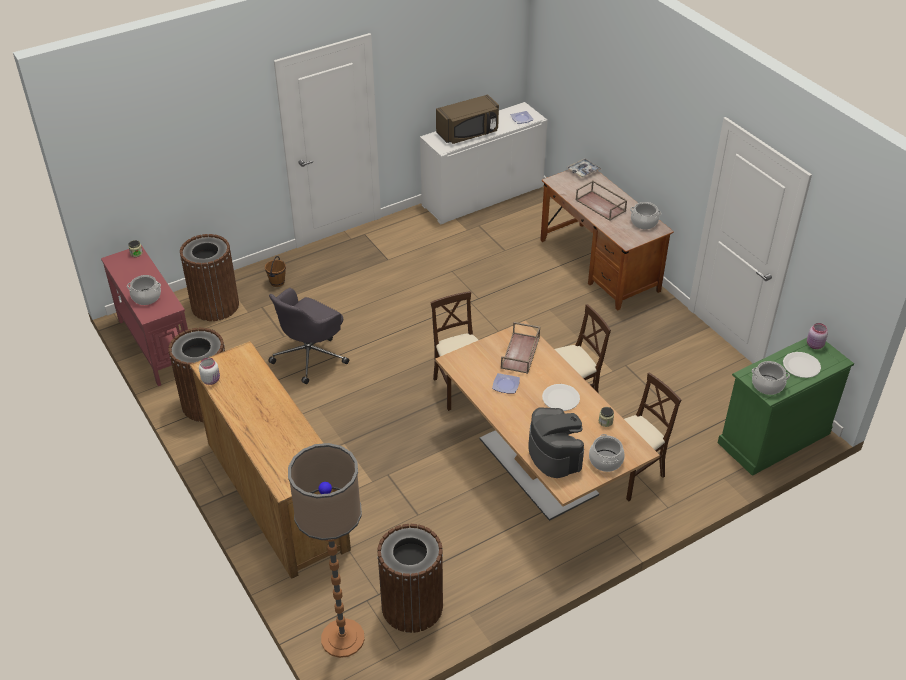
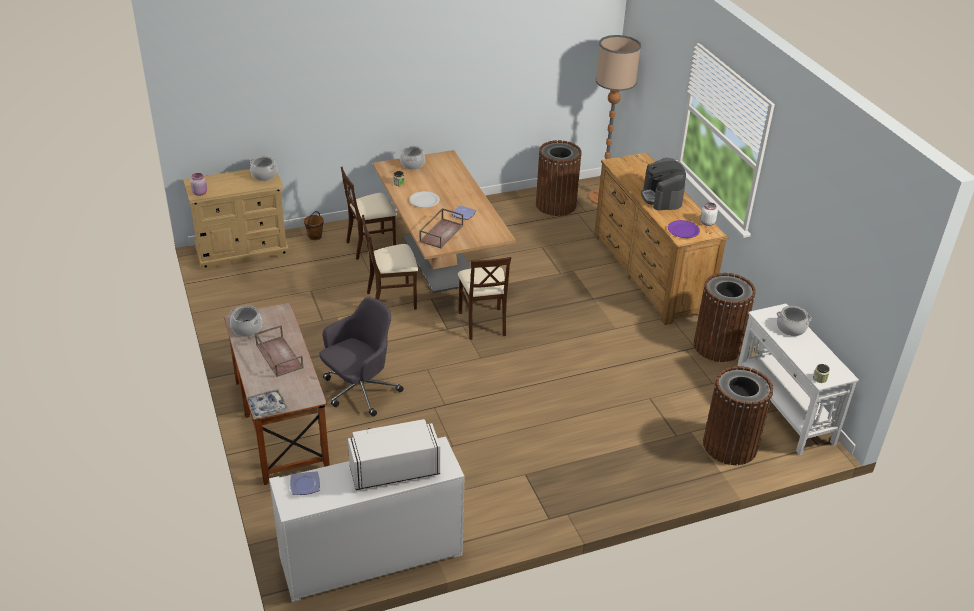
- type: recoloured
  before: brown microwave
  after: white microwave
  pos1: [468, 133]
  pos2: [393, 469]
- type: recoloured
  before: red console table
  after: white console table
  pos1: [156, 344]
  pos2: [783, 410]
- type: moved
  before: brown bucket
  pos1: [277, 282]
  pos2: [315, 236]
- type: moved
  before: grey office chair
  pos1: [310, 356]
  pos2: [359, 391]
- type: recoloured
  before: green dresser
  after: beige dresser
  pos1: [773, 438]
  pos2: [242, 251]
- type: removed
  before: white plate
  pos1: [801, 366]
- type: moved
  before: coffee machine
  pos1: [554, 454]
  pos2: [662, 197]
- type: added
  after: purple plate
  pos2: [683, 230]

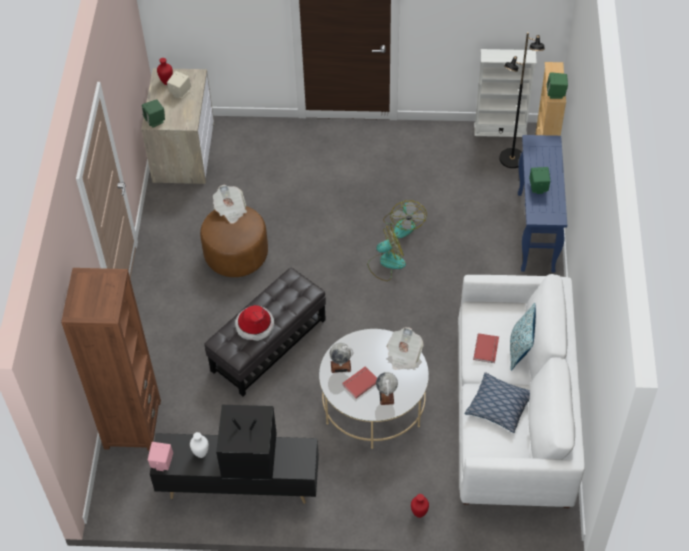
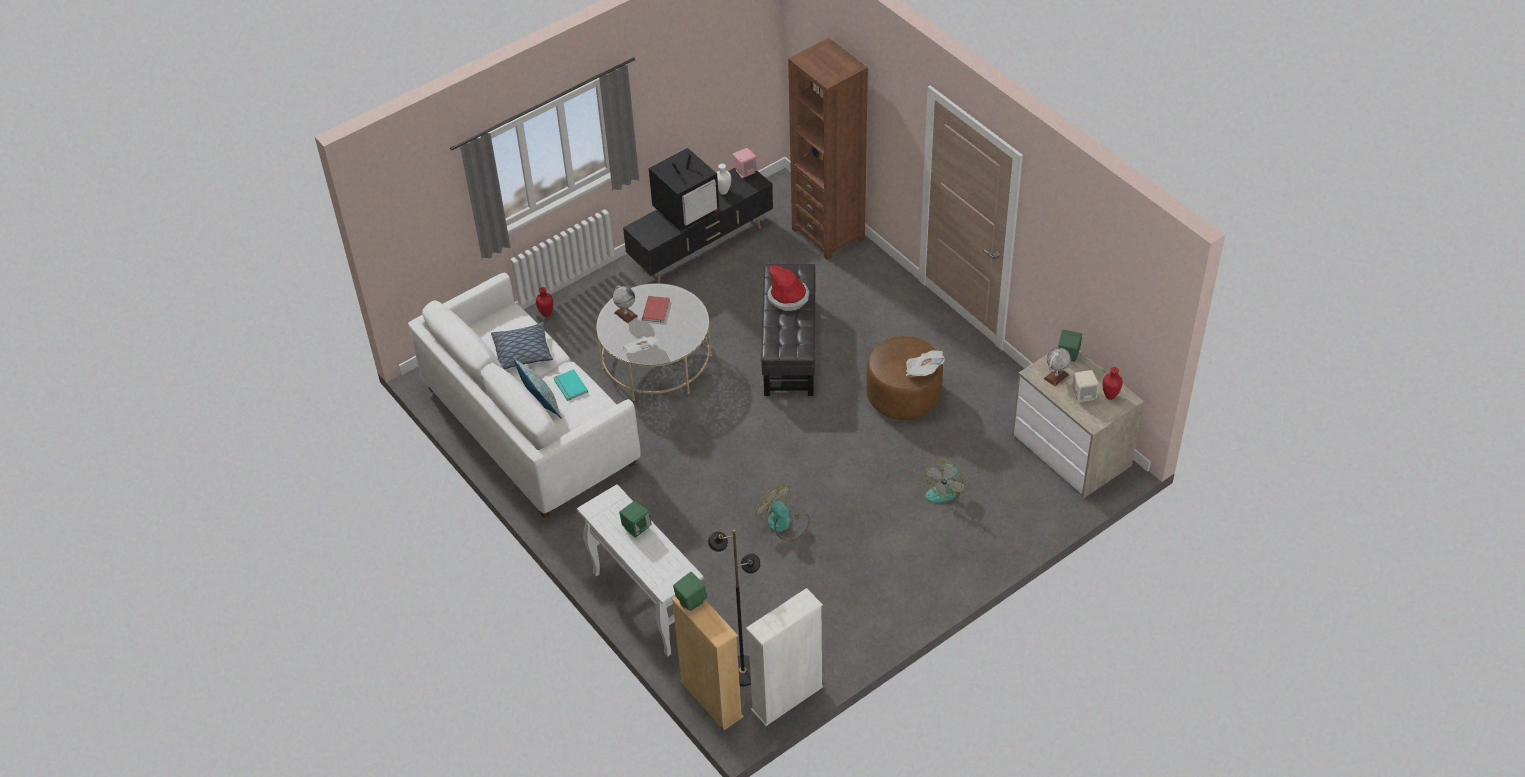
- type: recoloured
  before: blue console table
  after: white console table
  pos1: [536, 232]
  pos2: [645, 603]
- type: moved
  before: fan
  pos1: [386, 263]
  pos2: [944, 488]
- type: recoloured
  before: red book
  after: turquoise book
  pos1: [487, 349]
  pos2: [569, 386]
- type: moved
  before: globe
  pos1: [341, 366]
  pos2: [1056, 376]

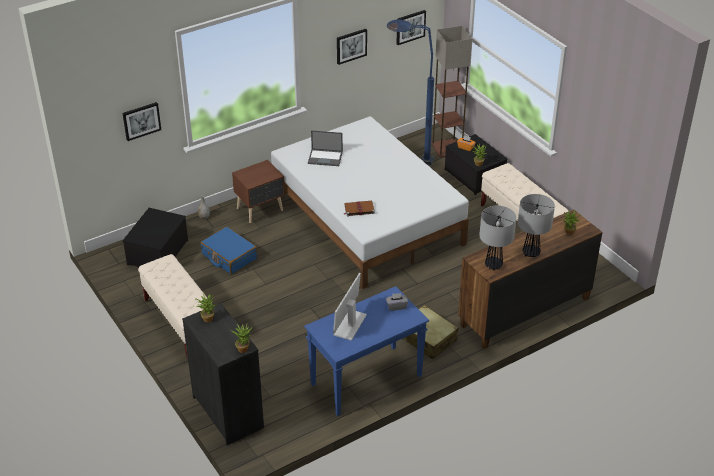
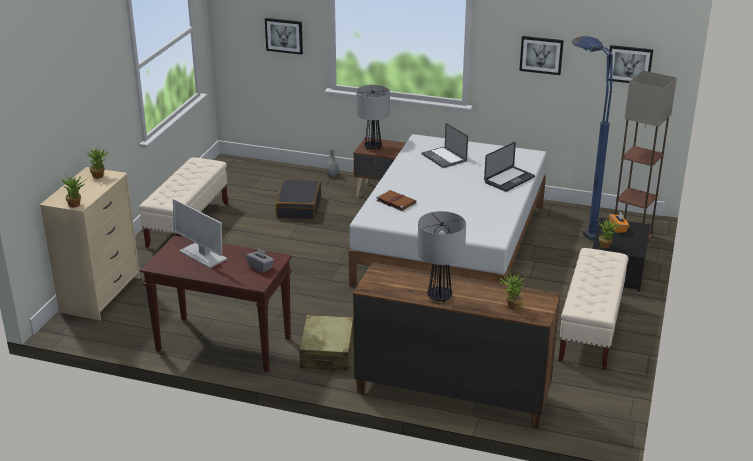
- type: moved
  before: table lamp
  pos1: [493, 265]
  pos2: [373, 147]
- type: removed
  before: storage box
  pos1: [157, 252]
- type: recoloured
  before: blue suitcase
  after: black suitcase
  pos1: [229, 256]
  pos2: [298, 207]
- type: turned
  before: monitor
  pos1: [350, 324]
  pos2: [202, 255]
  turn: -120
- type: recoloured
  before: blue console table
  after: brown console table
  pos1: [366, 381]
  pos2: [222, 345]
- type: recoloured
  before: black dresser
  after: beige dresser
  pos1: [228, 412]
  pos2: [101, 295]
- type: added
  after: laptop
  pos2: [509, 180]

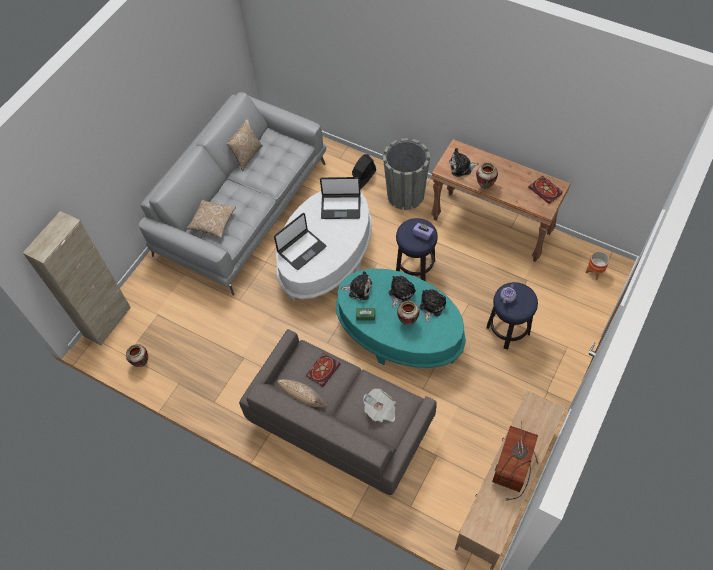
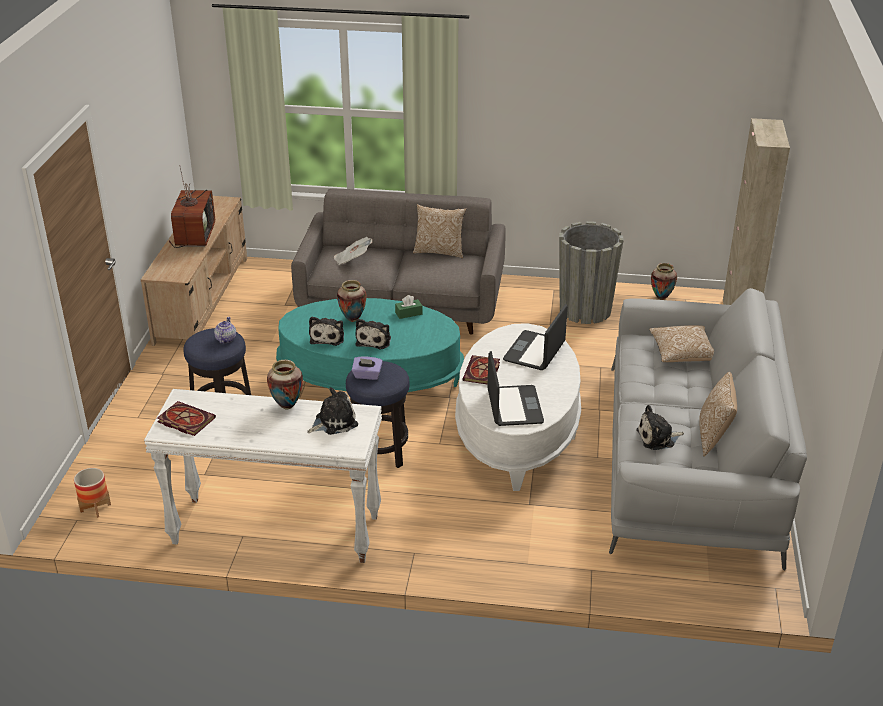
- type: moved
  before: grey planter
  pos1: [405, 195]
  pos2: [585, 310]
- type: recoloured
  before: brown console table
  after: white console table
  pos1: [492, 226]
  pos2: [275, 531]
- type: removed
  before: black fan
  pos1: [364, 178]
- type: turned
  before: laptop
  pos1: [341, 206]
  pos2: [514, 406]
  turn: 105
- type: moved
  before: plush toy
  pos1: [358, 289]
  pos2: [658, 438]
- type: moved
  before: book
  pos1: [323, 369]
  pos2: [482, 372]

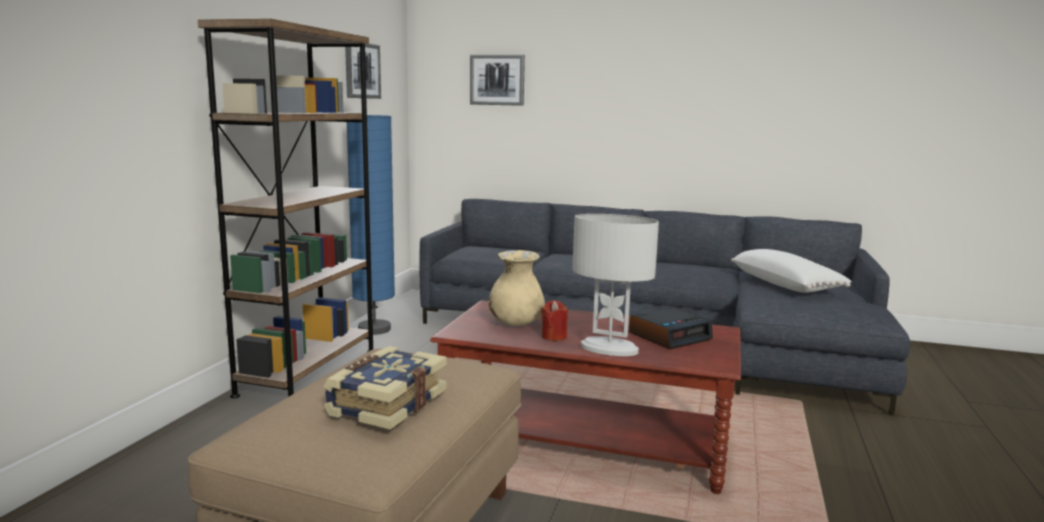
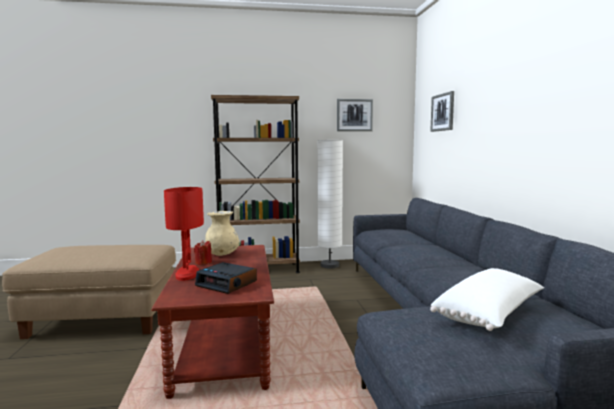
- type: recoloured
  before: blue floor lamp
  after: white floor lamp
  pos1: [374, 329]
  pos2: [329, 265]
- type: recoloured
  before: white table lamp
  after: red table lamp
  pos1: [609, 349]
  pos2: [188, 274]
- type: removed
  before: book
  pos1: [386, 403]

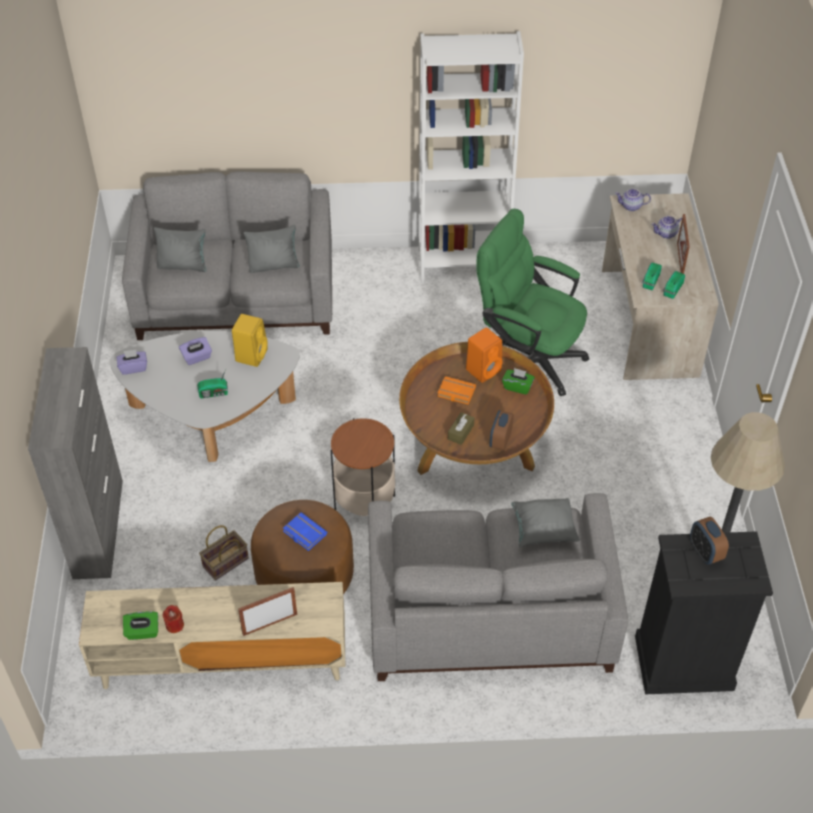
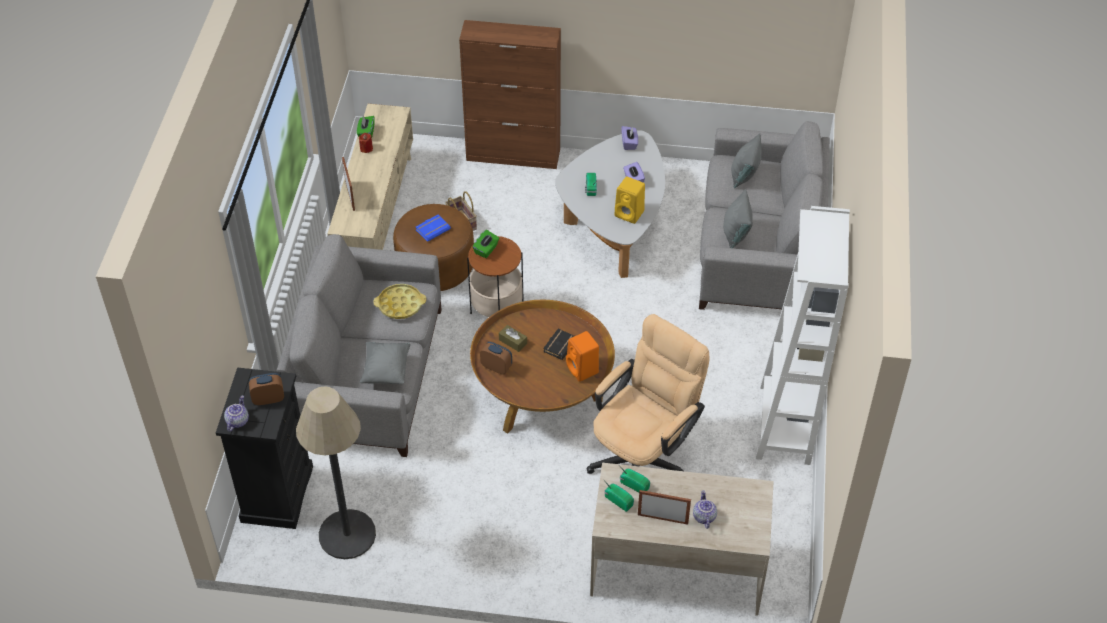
- type: moved
  before: teapot
  pos1: [631, 206]
  pos2: [237, 421]
- type: recoloured
  before: green office chair
  after: beige office chair
  pos1: [528, 357]
  pos2: [643, 454]
- type: recoloured
  before: grey cabinet
  after: brown cabinet
  pos1: [98, 528]
  pos2: [513, 155]
- type: moved
  before: green tissue box
  pos1: [517, 387]
  pos2: [486, 250]
- type: recoloured
  before: orange book
  after: black book
  pos1: [455, 393]
  pos2: [559, 345]
- type: added
  after: yellow tray
  pos2: [400, 304]

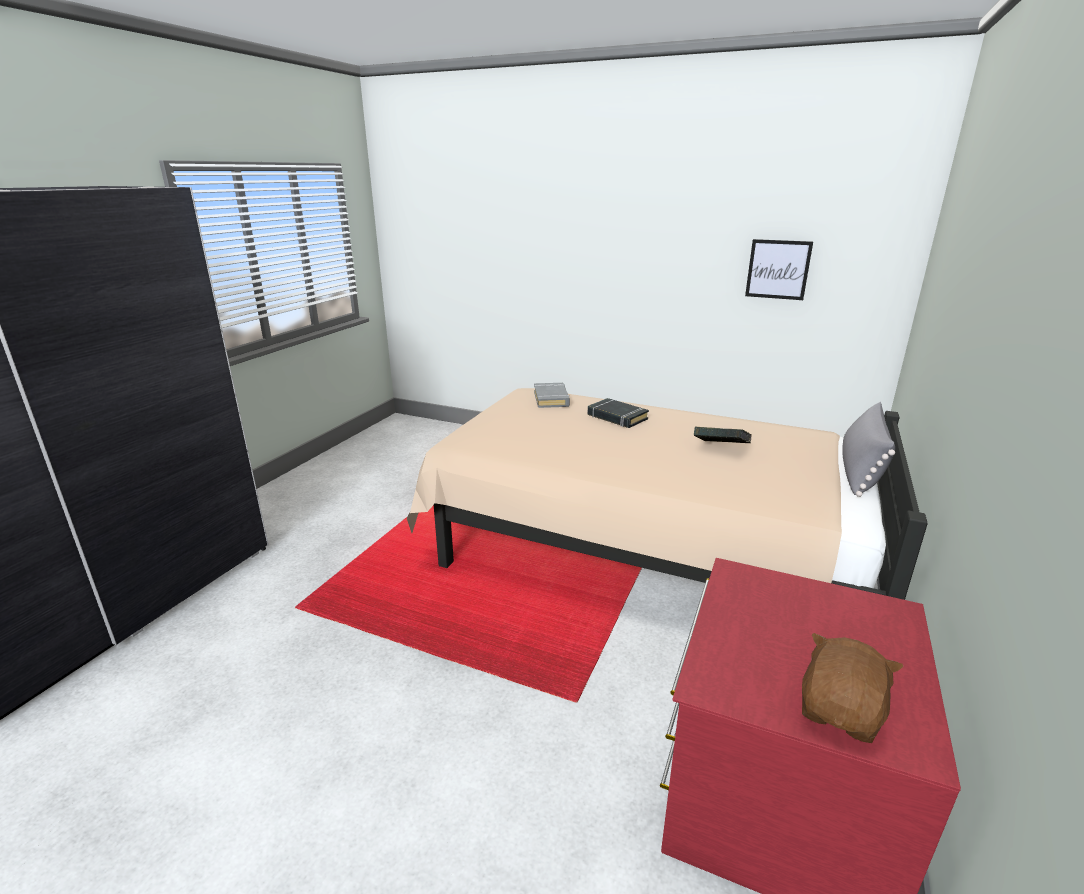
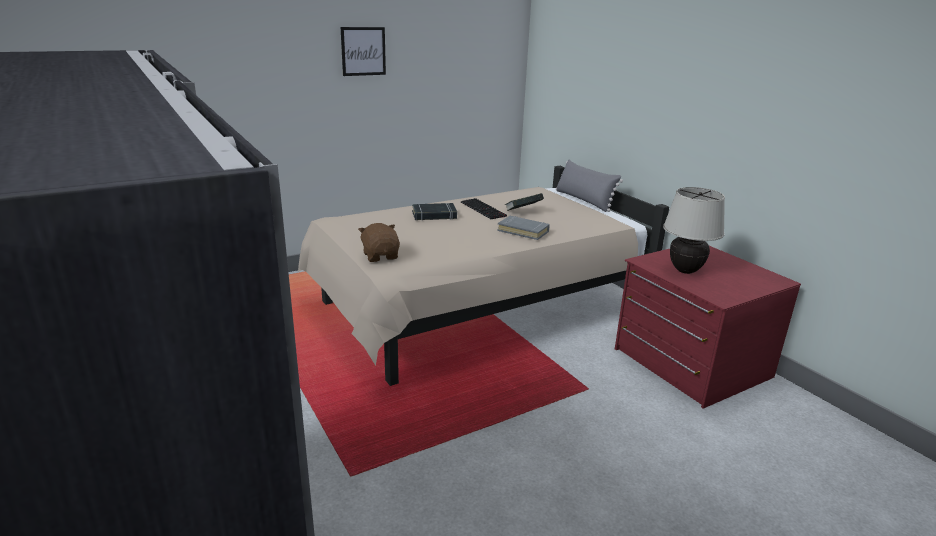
- type: moved
  before: picture
  pos1: [778, 269]
  pos2: [363, 51]
- type: moved
  before: grey book
  pos1: [551, 399]
  pos2: [523, 231]
- type: moved
  before: brown plush toy
  pos1: [840, 712]
  pos2: [381, 256]
- type: added
  after: beige table lamp
  pos2: [685, 270]
- type: added
  after: keyboard
  pos2: [484, 209]

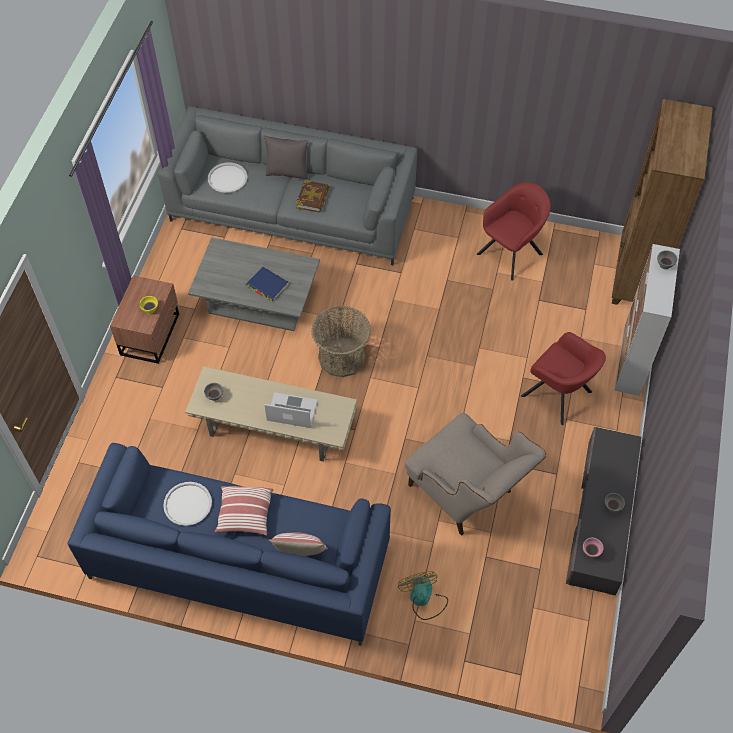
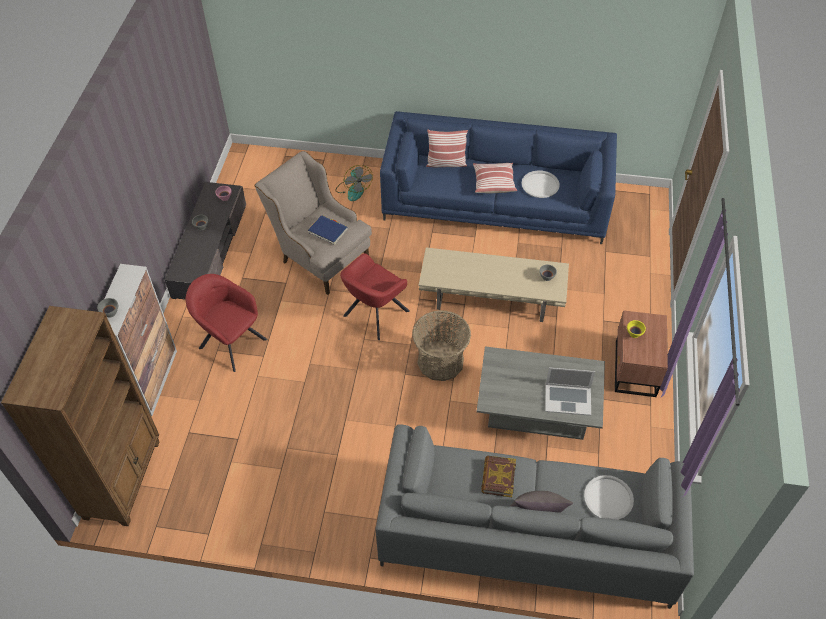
- type: moved
  before: red armchair
  pos1: [511, 252]
  pos2: [374, 315]
- type: moved
  before: blue book
  pos1: [267, 285]
  pos2: [328, 231]
- type: moved
  before: laptop
  pos1: [292, 411]
  pos2: [568, 399]

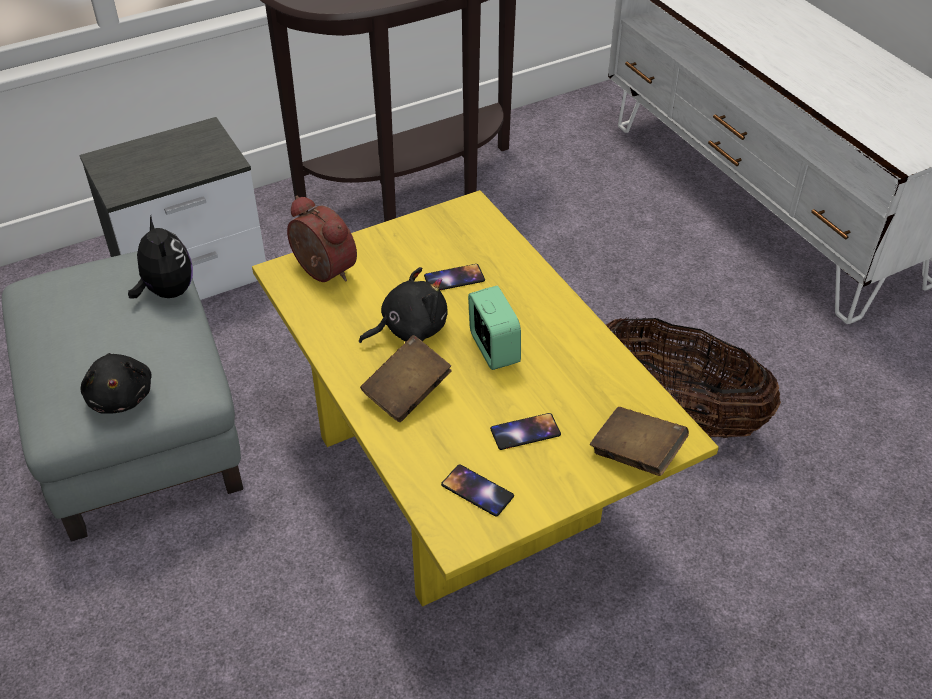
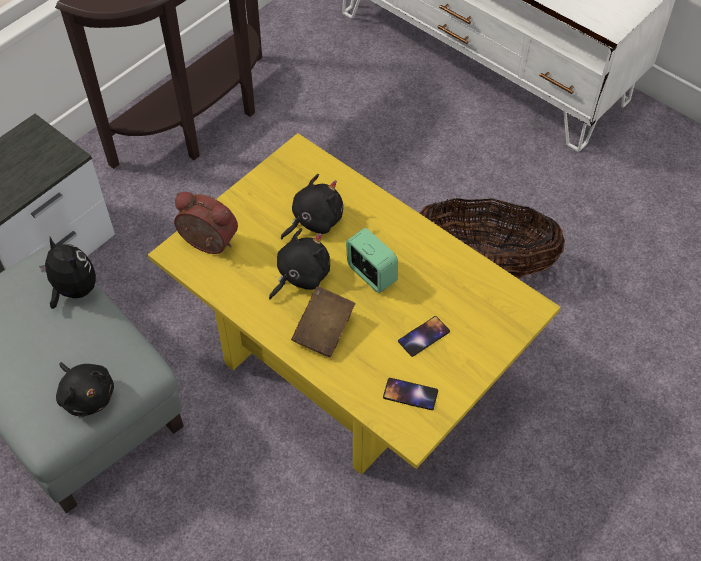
- type: replaced
  before: phone
  after: black plush toy
  pos1: [454, 278]
  pos2: [314, 220]
- type: removed
  before: brown book
  pos1: [636, 454]

